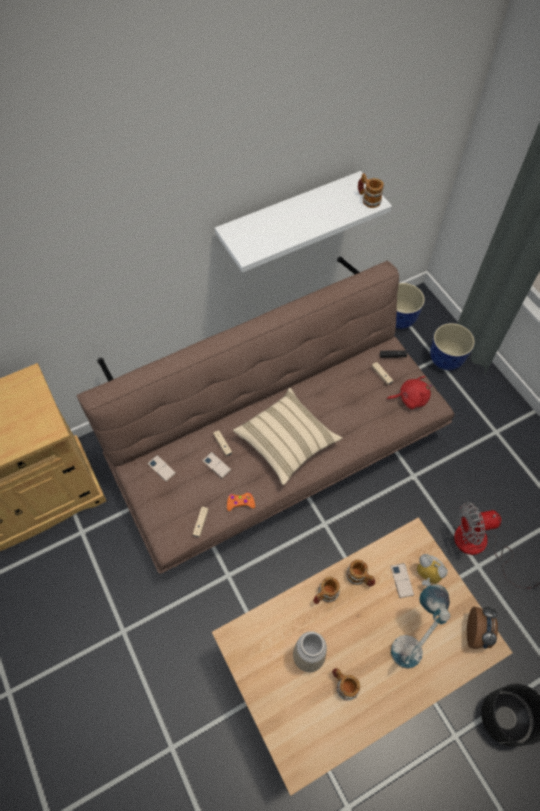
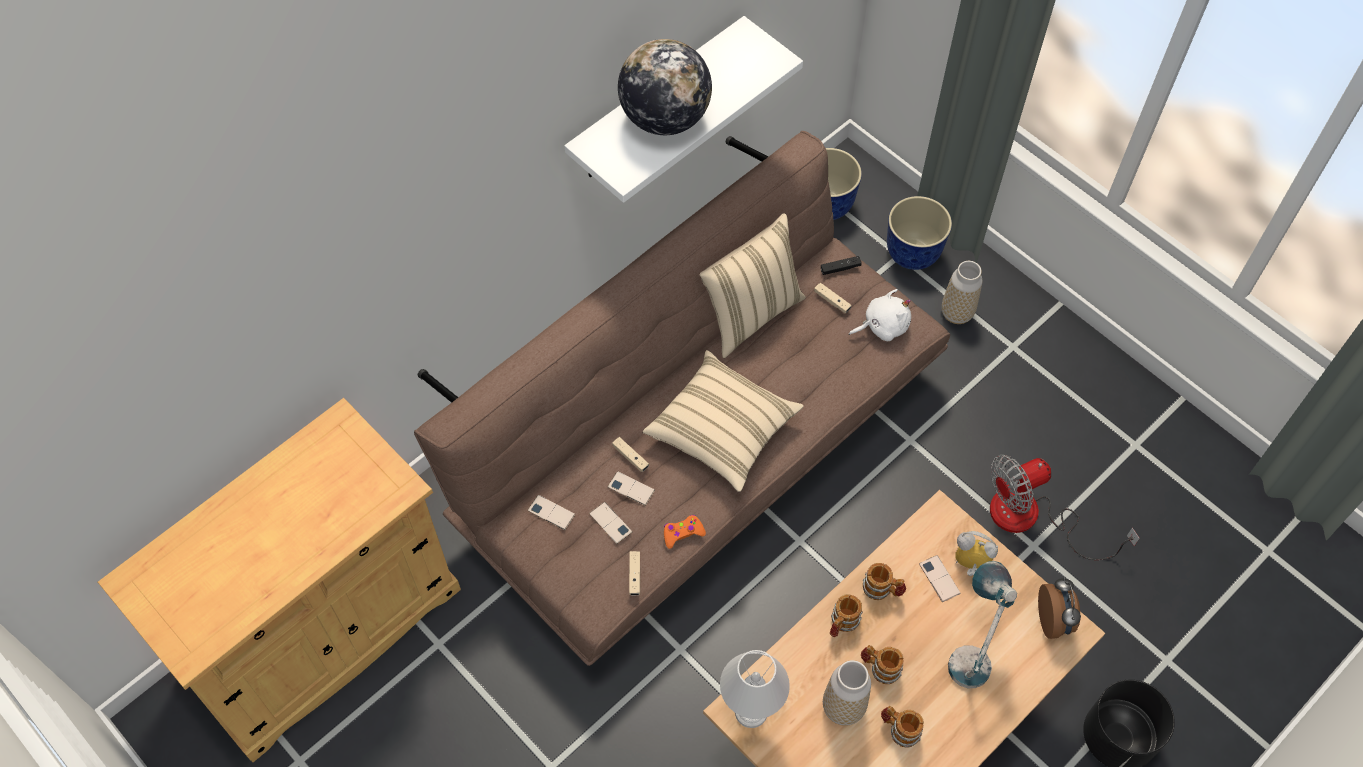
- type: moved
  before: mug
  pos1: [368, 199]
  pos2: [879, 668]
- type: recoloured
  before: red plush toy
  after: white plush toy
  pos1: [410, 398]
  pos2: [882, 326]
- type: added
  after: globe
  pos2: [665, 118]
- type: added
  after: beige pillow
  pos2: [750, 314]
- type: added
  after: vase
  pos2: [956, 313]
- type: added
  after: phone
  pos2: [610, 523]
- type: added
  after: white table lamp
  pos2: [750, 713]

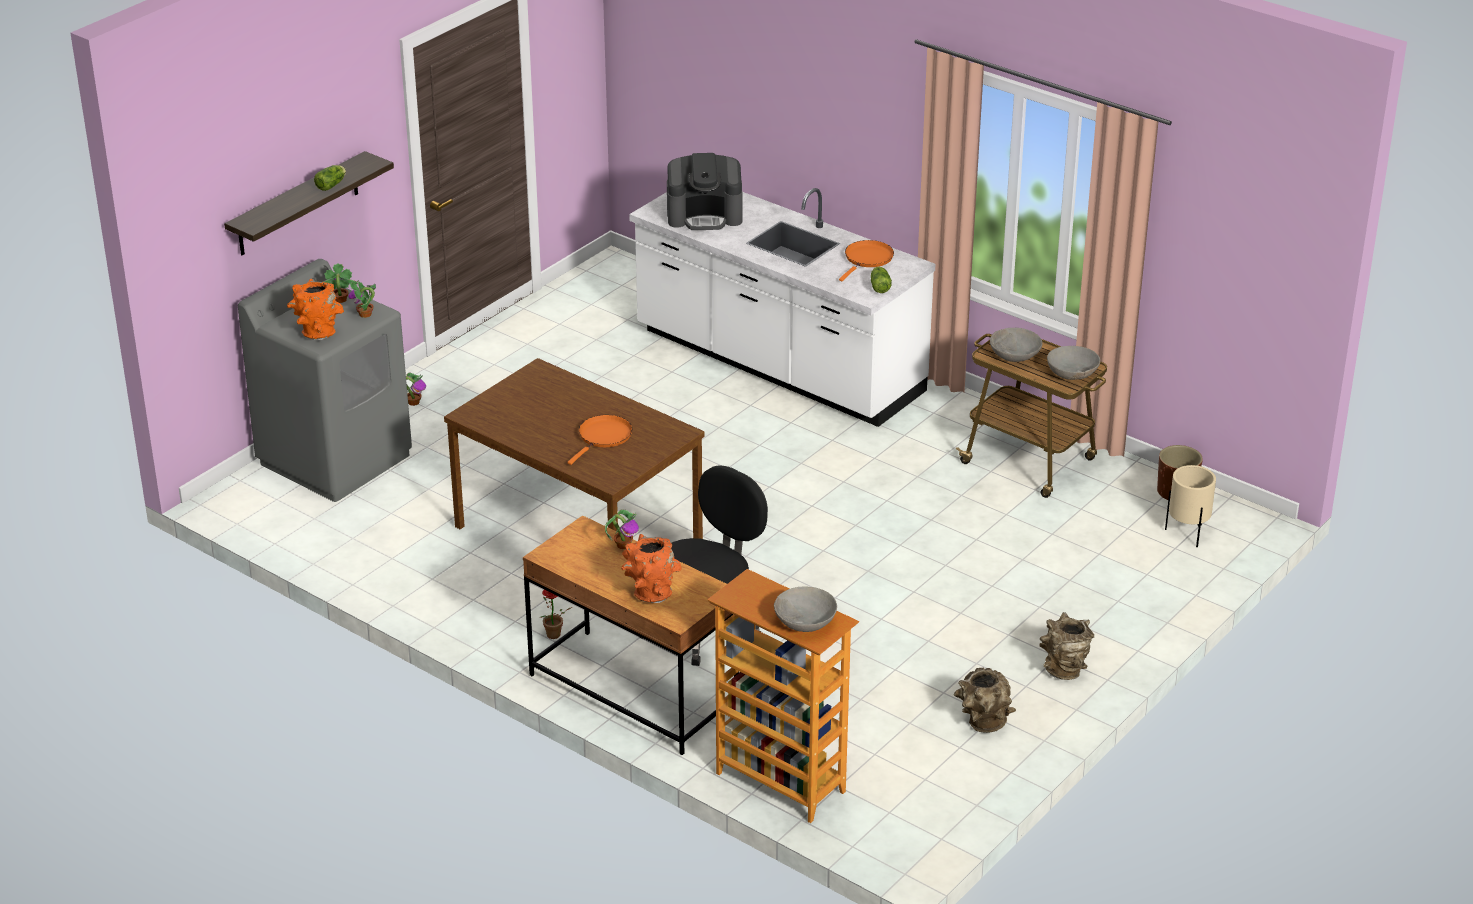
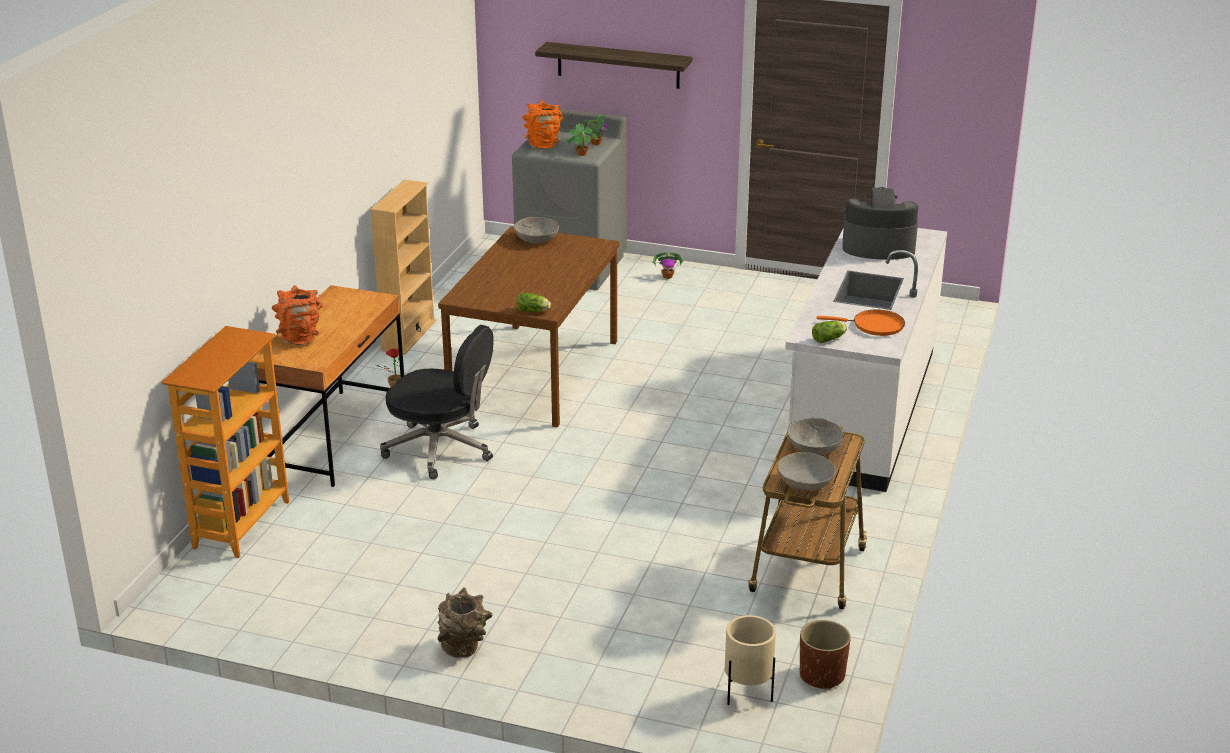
- type: turned
  before: coffee machine
  pos1: [705, 215]
  pos2: [878, 246]
  turn: 120
- type: moved
  before: lettuce
  pos1: [332, 185]
  pos2: [534, 311]
- type: removed
  before: orange frying pan
  pos1: [603, 437]
- type: removed
  before: potted plant
  pos1: [623, 545]
- type: moved
  before: grey bowl
  pos1: [805, 621]
  pos2: [536, 239]
- type: removed
  before: brown vase
  pos1: [982, 725]
- type: added
  after: beige bookcase
  pos2: [408, 335]

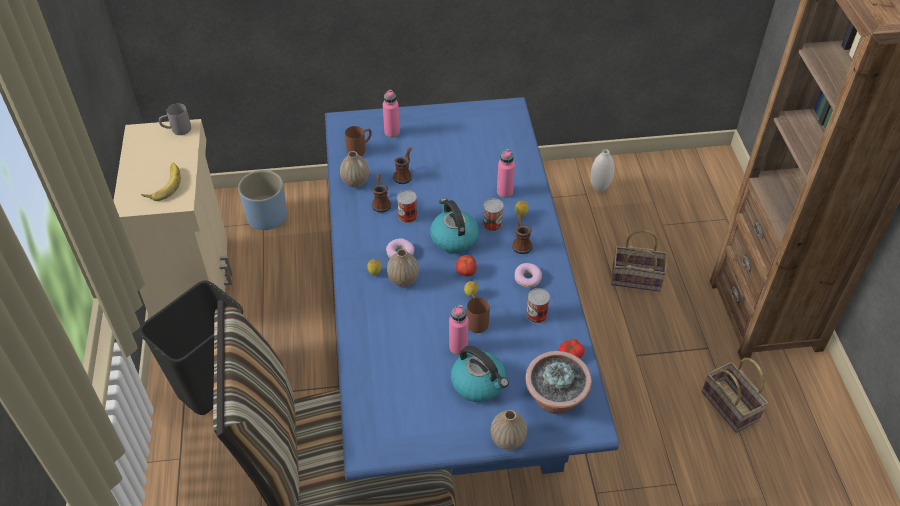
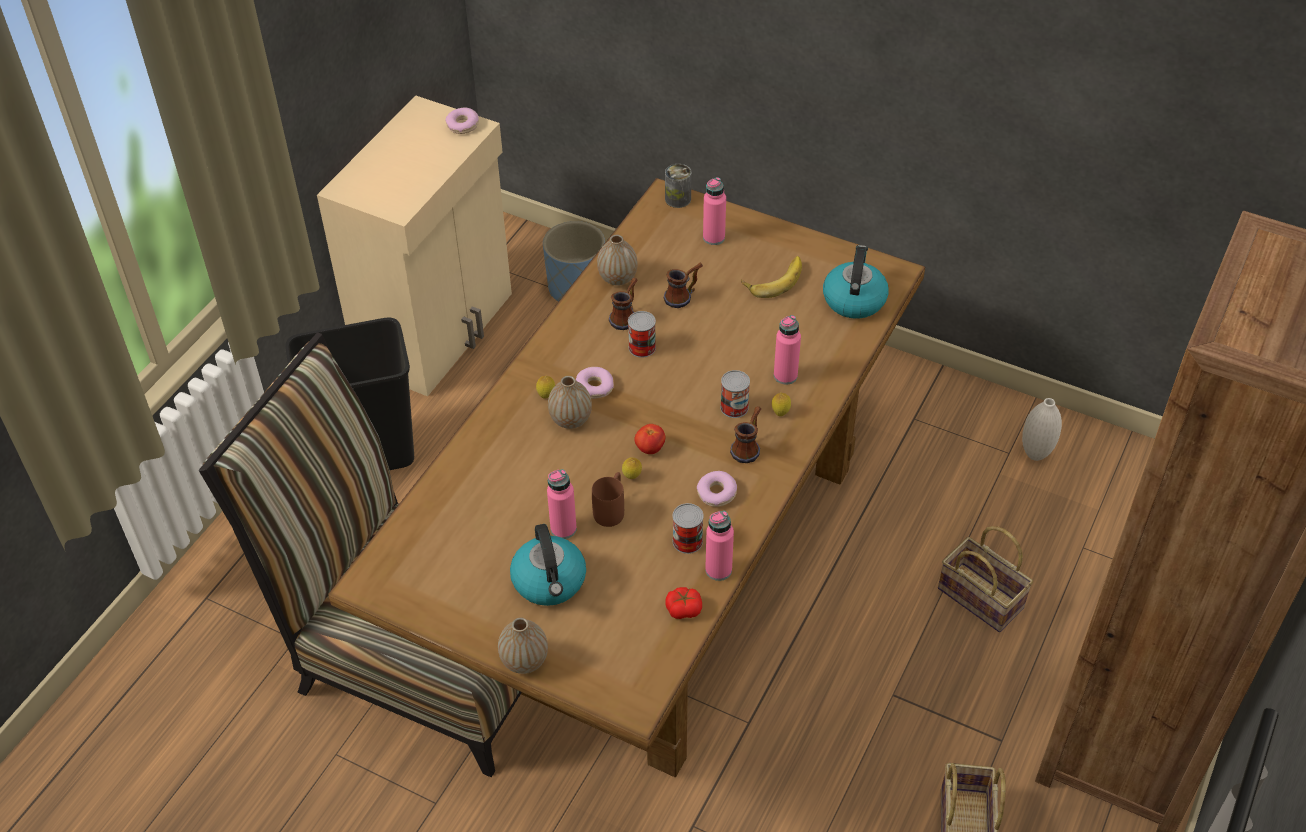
- type: recoloured
  before: blue dining table
  after: brown dining table
  pos1: [452, 357]
  pos2: [656, 567]
- type: replaced
  before: grey mug
  after: donut
  pos1: [177, 130]
  pos2: [462, 125]
- type: removed
  before: brown mug
  pos1: [360, 149]
- type: moved
  before: banana
  pos1: [163, 184]
  pos2: [773, 279]
- type: moved
  before: kettle
  pos1: [453, 238]
  pos2: [854, 299]
- type: removed
  before: potted plant
  pos1: [555, 400]
- type: added
  after: can
  pos2: [678, 199]
- type: added
  after: pink bottle
  pos2: [718, 570]

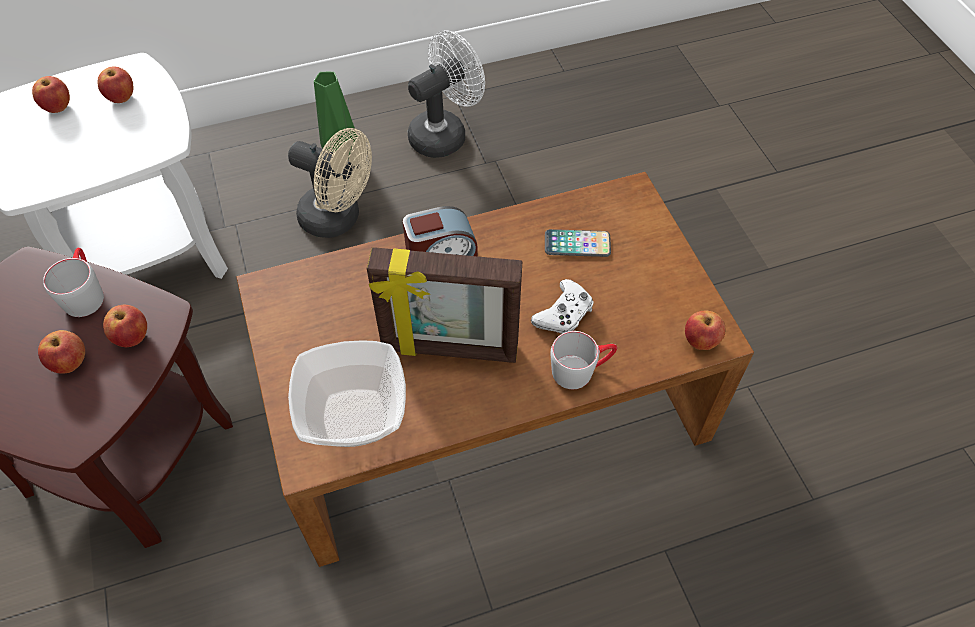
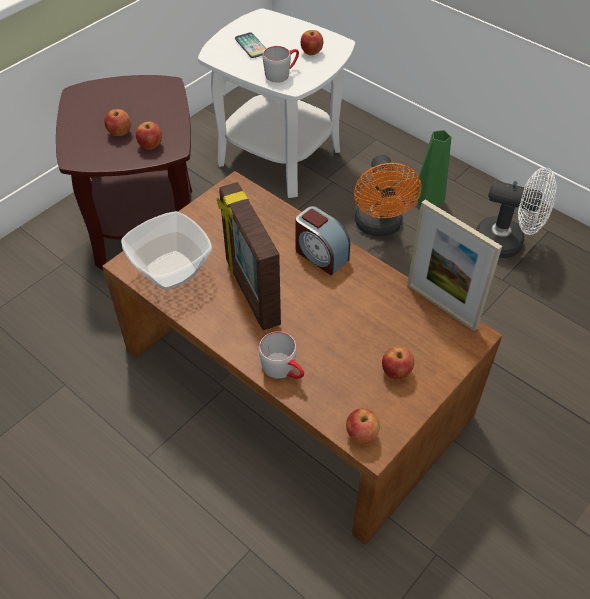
- type: moved
  before: apple
  pos1: [58, 107]
  pos2: [396, 372]
- type: recoloured
  before: beige fan
  after: orange fan
  pos1: [338, 219]
  pos2: [380, 227]
- type: moved
  before: phone
  pos1: [577, 244]
  pos2: [251, 46]
- type: moved
  before: grey mug
  pos1: [85, 292]
  pos2: [282, 73]
- type: removed
  before: white game controller
  pos1: [564, 314]
- type: added
  after: picture frame
  pos2: [441, 306]

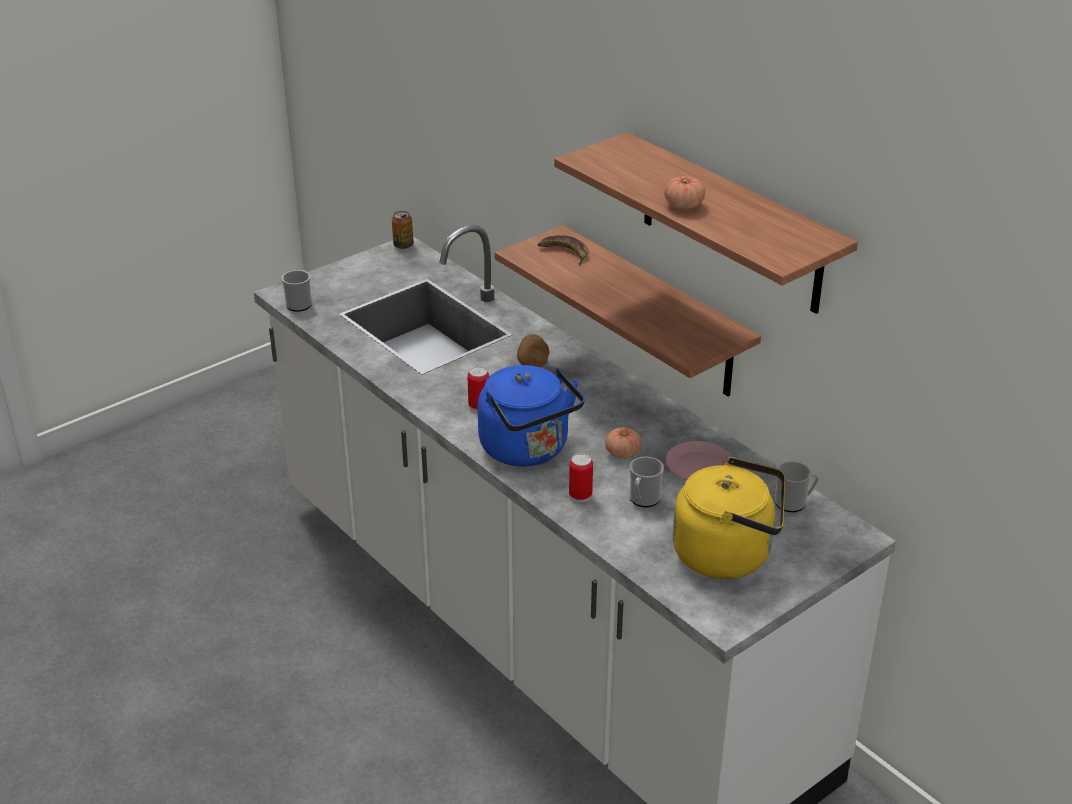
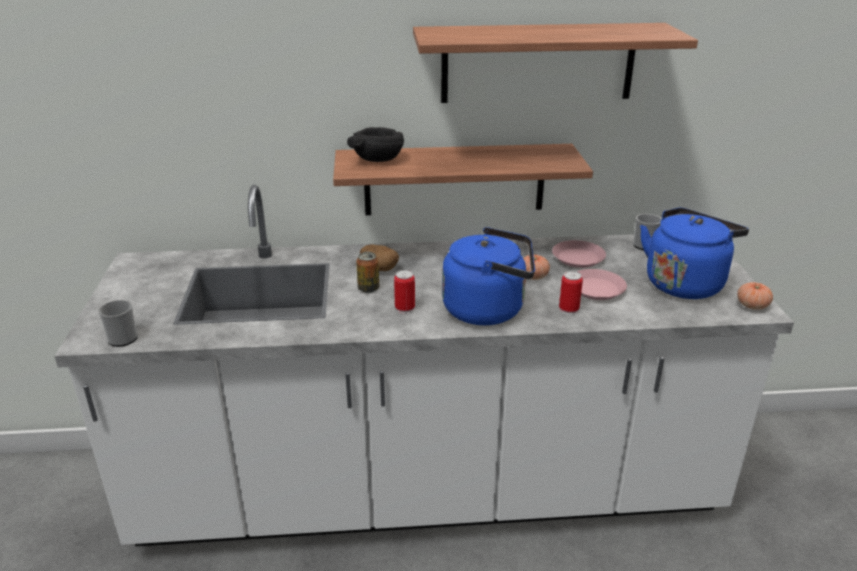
- type: moved
  before: tomato
  pos1: [683, 205]
  pos2: [752, 305]
- type: moved
  before: can
  pos1: [403, 245]
  pos2: [368, 289]
- type: replaced
  before: banana
  after: black bowl
  pos1: [564, 252]
  pos2: [377, 159]
- type: replaced
  before: mug
  after: pink plate
  pos1: [643, 500]
  pos2: [597, 289]
- type: recoloured
  before: yellow kettle
  after: blue kettle
  pos1: [728, 554]
  pos2: [685, 283]

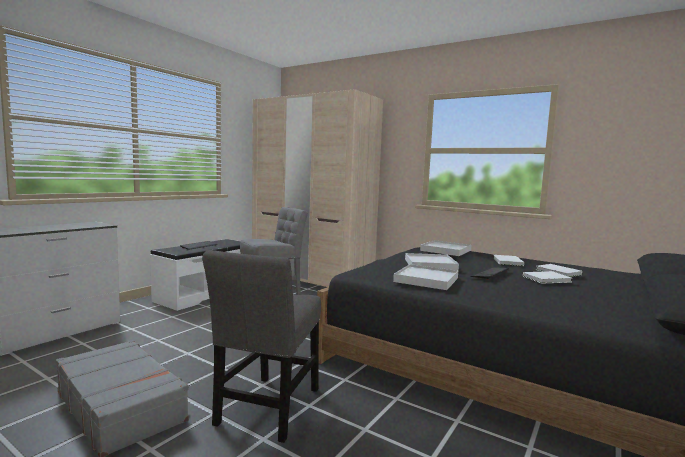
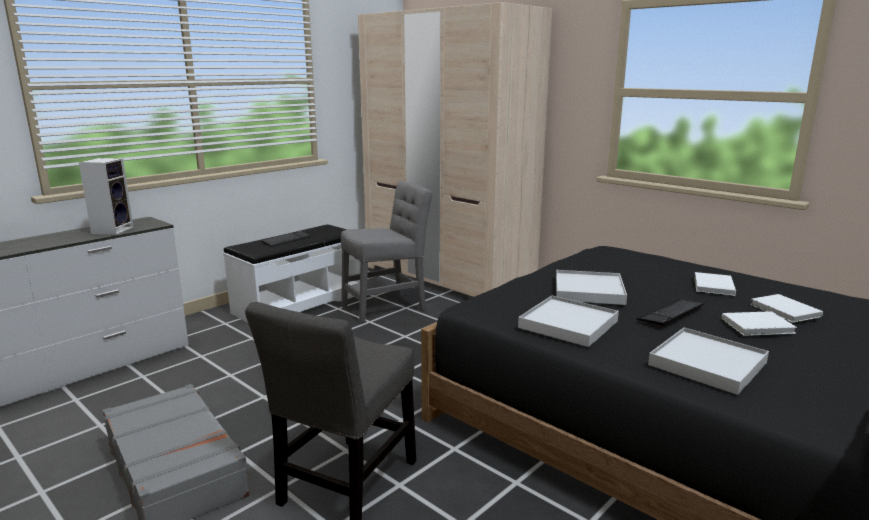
- type: moved
  before: white tray
  pos1: [445, 250]
  pos2: [707, 364]
- type: added
  after: speaker
  pos2: [113, 230]

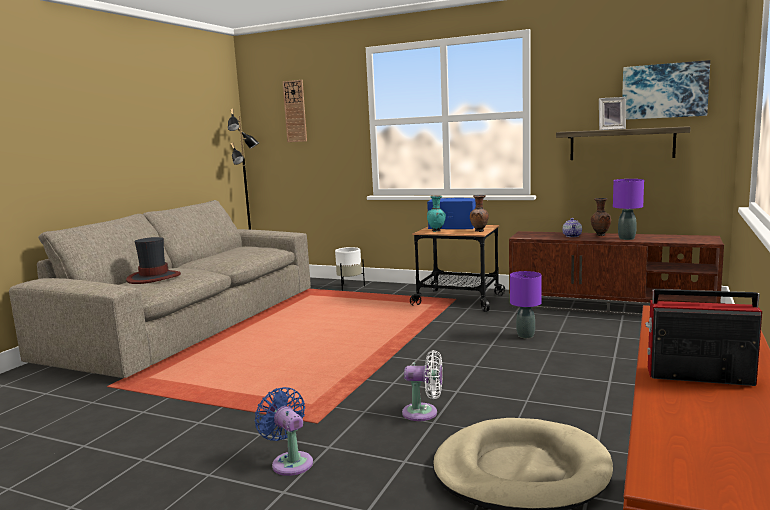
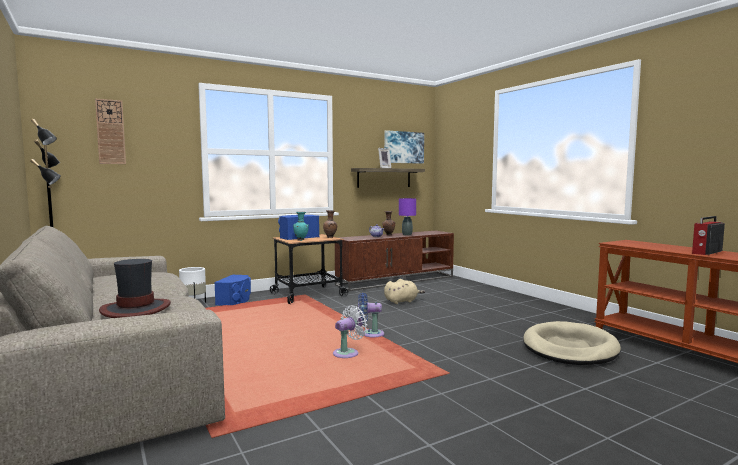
- type: replaced
  before: purple table lamp
  after: beige plush toy
  pos1: [526, 336]
  pos2: [402, 301]
- type: moved
  before: white fan
  pos1: [424, 413]
  pos2: [348, 353]
- type: moved
  before: blue fan
  pos1: [290, 462]
  pos2: [370, 334]
- type: added
  after: blue speaker
  pos2: [235, 300]

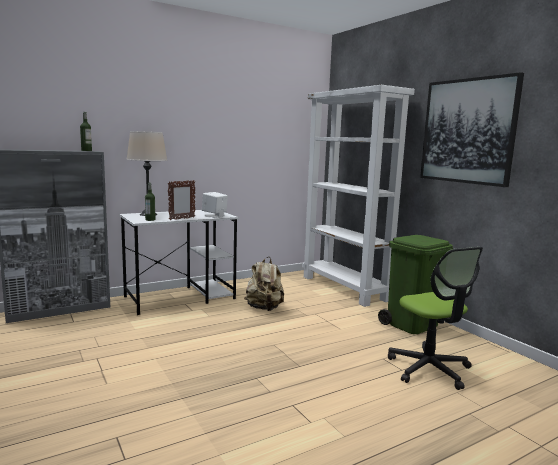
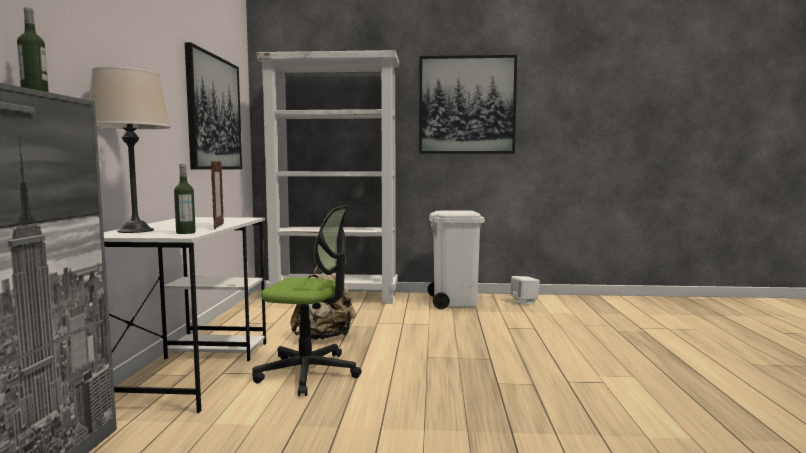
- type: moved
  before: white speaker
  pos1: [214, 215]
  pos2: [524, 302]
- type: recoloured
  before: green trash can
  after: white trash can
  pos1: [412, 324]
  pos2: [454, 302]
- type: moved
  before: office chair
  pos1: [429, 369]
  pos2: [308, 373]
- type: added
  after: picture
  pos2: [214, 113]

